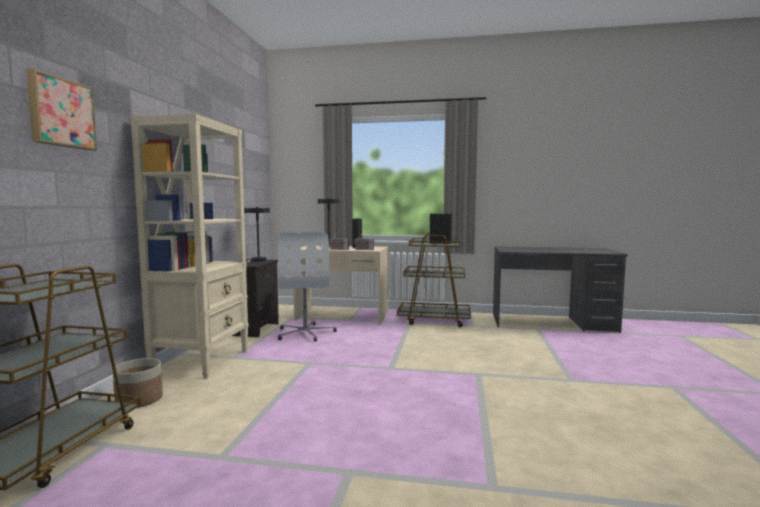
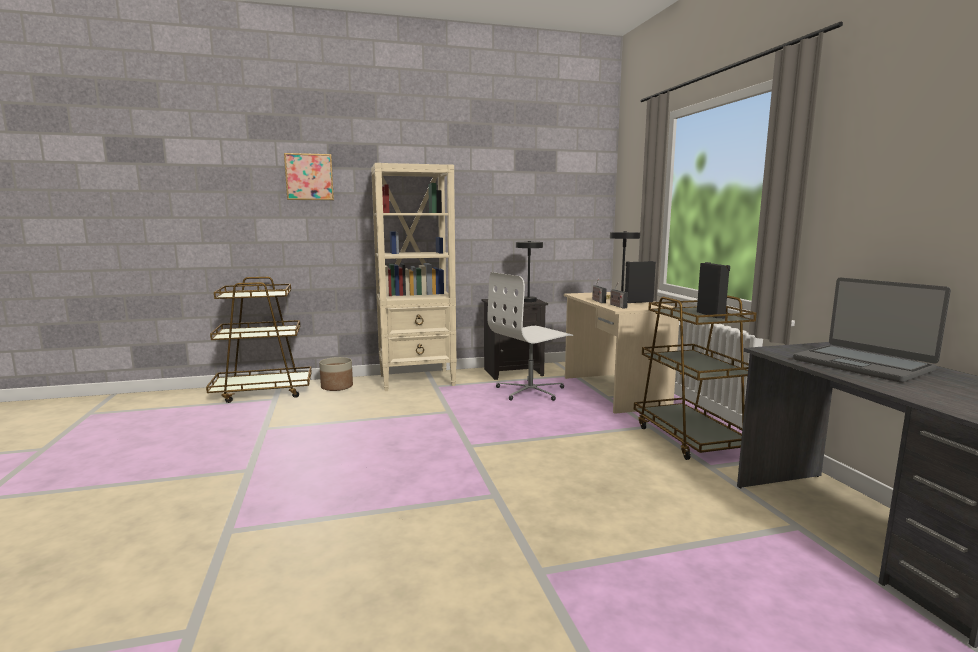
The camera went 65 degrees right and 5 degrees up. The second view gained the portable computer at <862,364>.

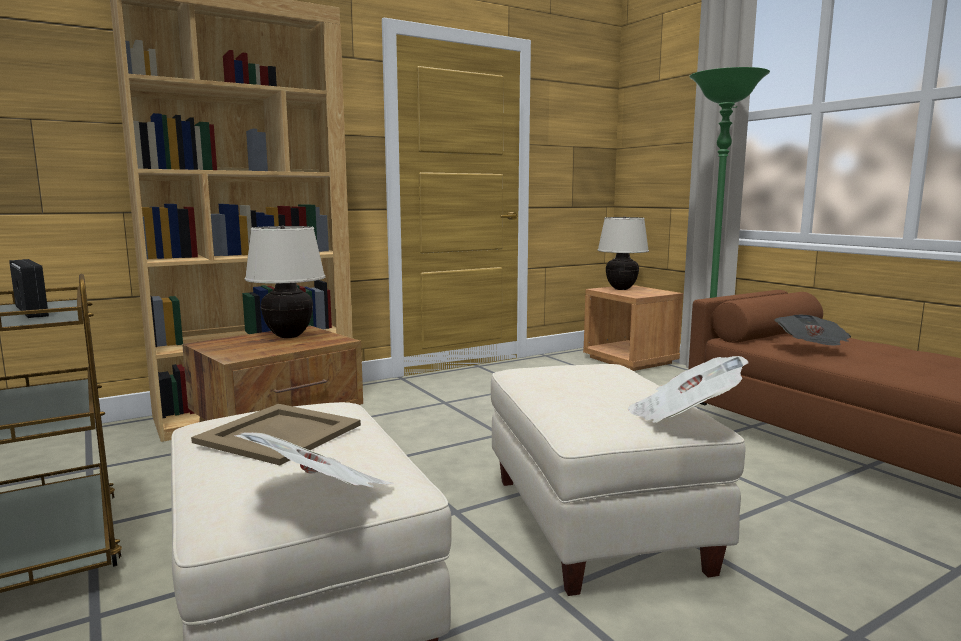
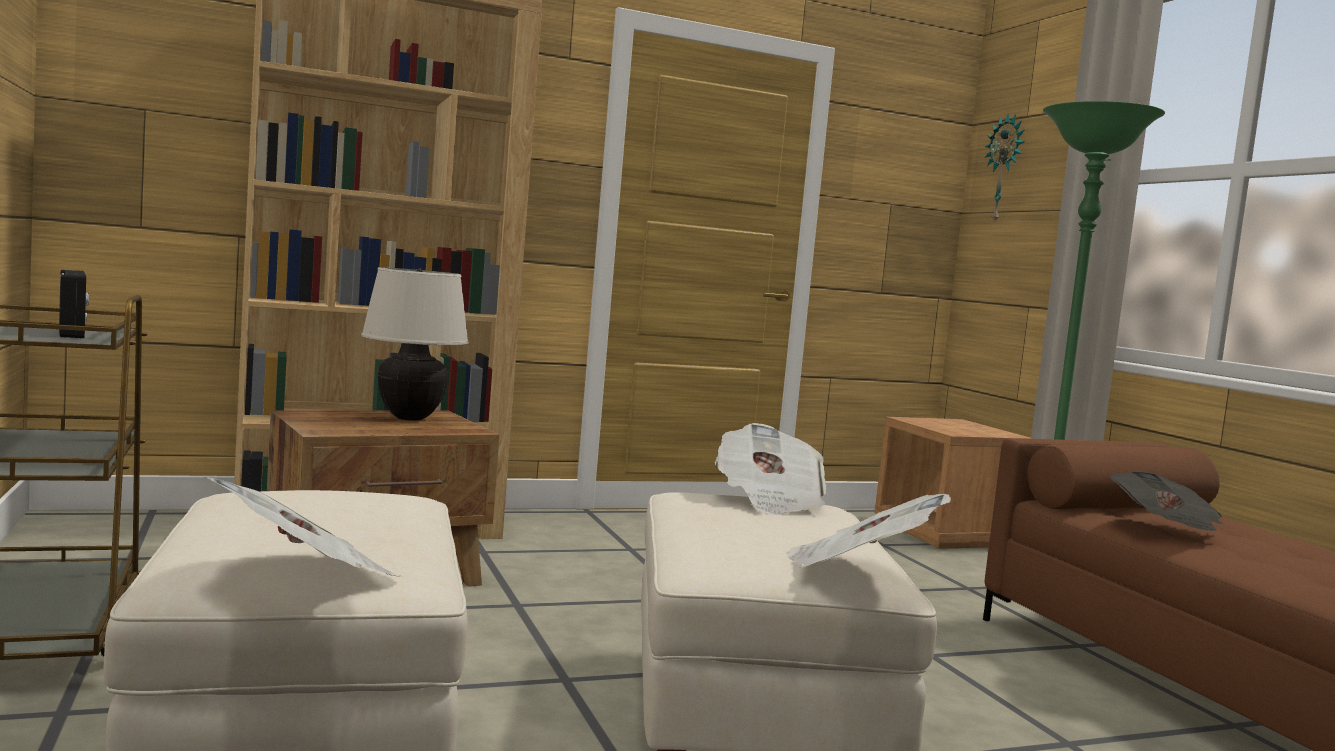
The camera went 10 degrees right and 5 degrees down. The second view gained the newspaper at <768,501>. The second view gained the wall clock at <1005,169>. The second view lost the sand-coloured tray at <277,434>. The second view lost the sand-coloured lamp for a table at <621,289>.

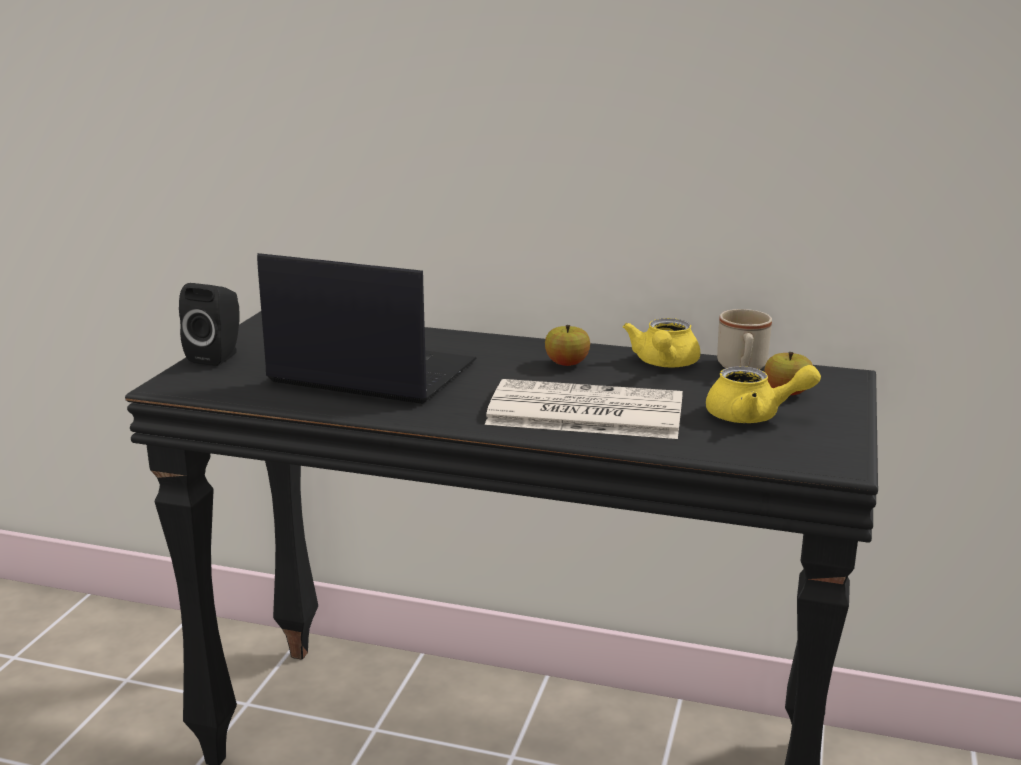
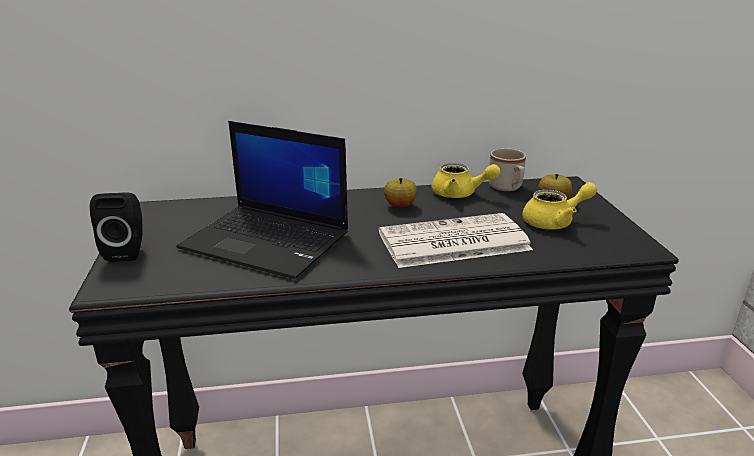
The camera went 25 degrees left and 5 degrees up. The portable computer at <369,373> ended up facing another way, 150 degrees counterclockwise from before. The yellowish tea pot at <664,364> ended up facing another way, 60 degrees counterclockwise from before.

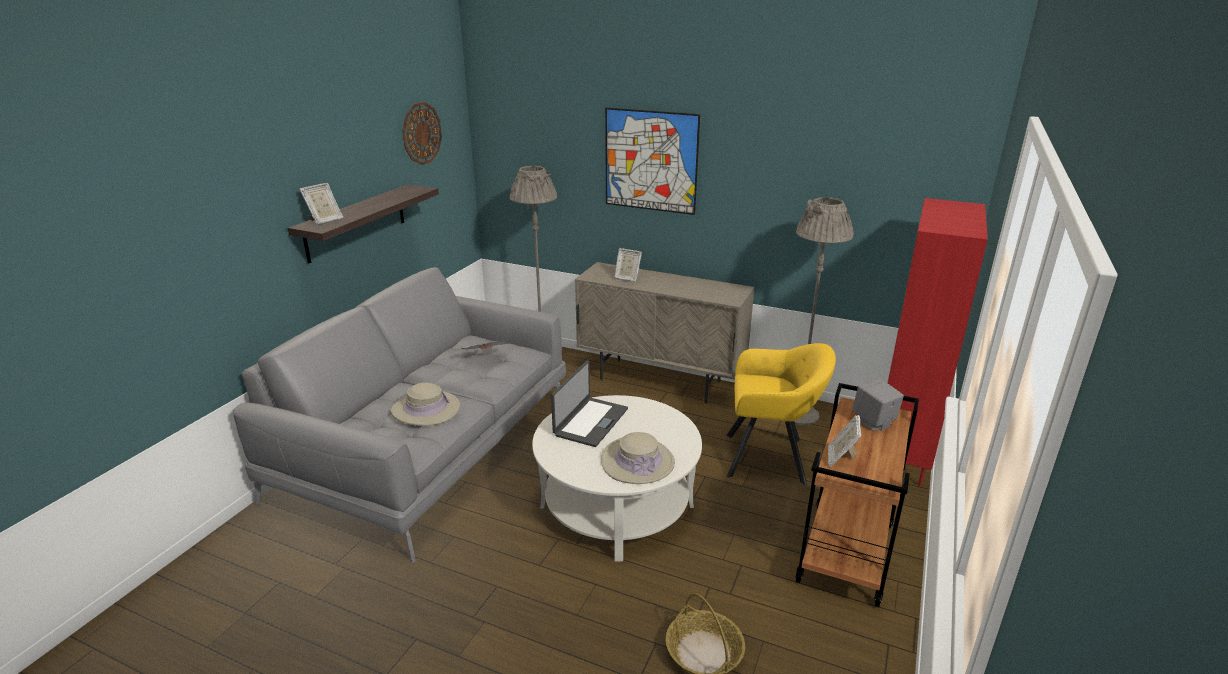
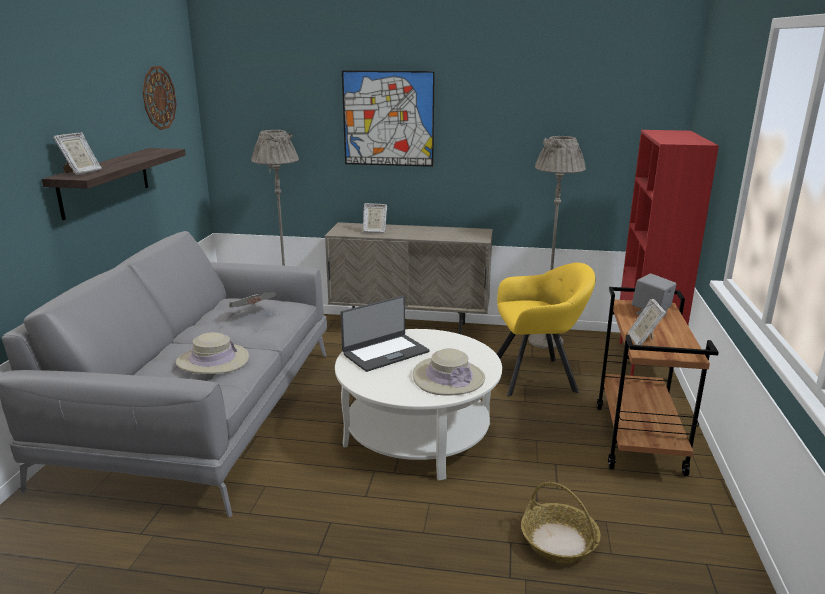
The camera went 15 degrees left and 5 degrees down. The portable computer at <590,422> ended up facing another way, 45 degrees clockwise from before.

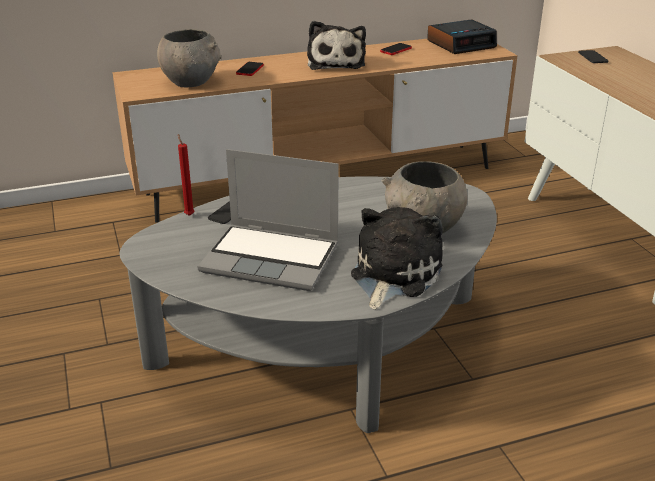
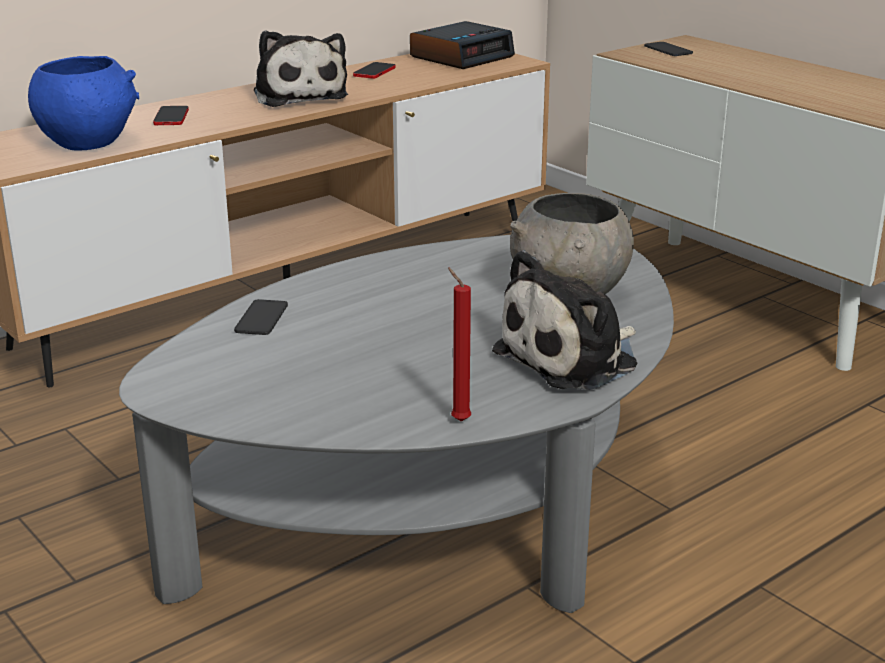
The camera went 20 degrees left and 5 degrees down. What was the greyish deep dish at <191,82> turned into the bluish deep dish at <88,143>. The reddish candle ended up elsewhere, having gone from <189,214> to <458,420>. The cuddly toy at <392,275> ended up facing another way, 135 degrees counterclockwise from before. The second view lost the portable computer at <272,258>.

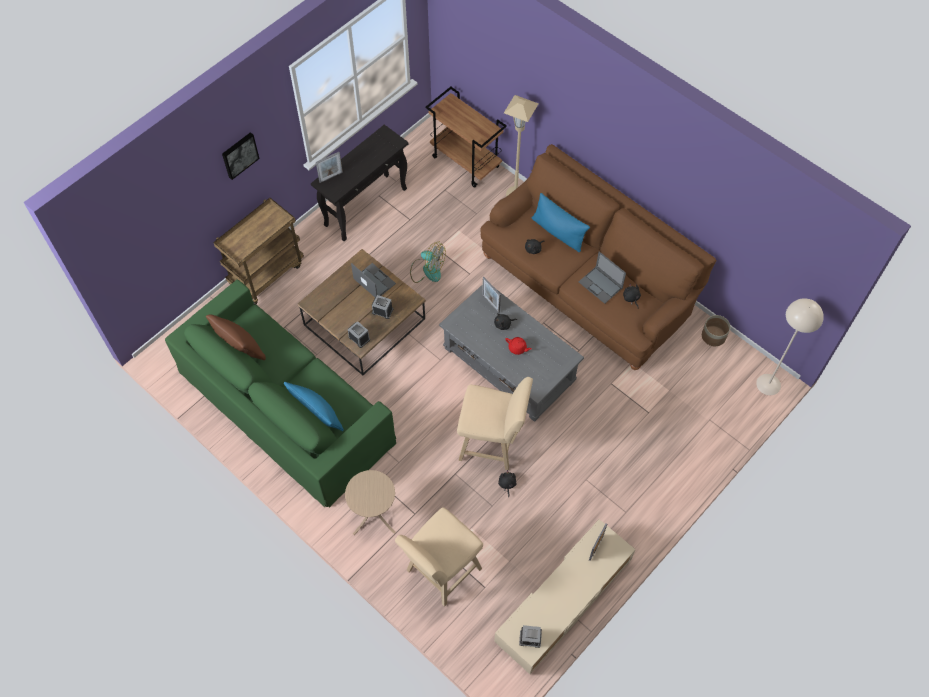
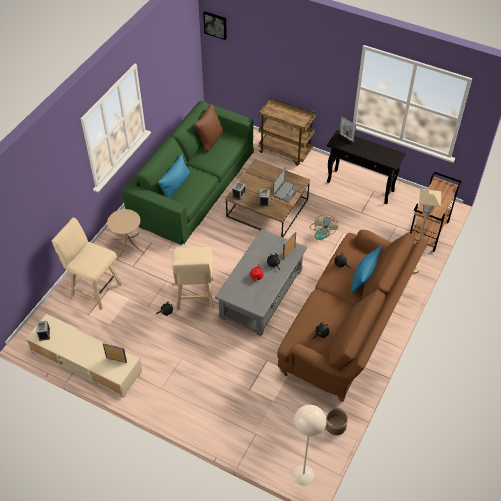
The camera went 75 degrees right and 10 degrees down. The wall picture ended up elsewhere, having gone from <239,155> to <215,25>. The second view lost the portable computer at <601,285>.

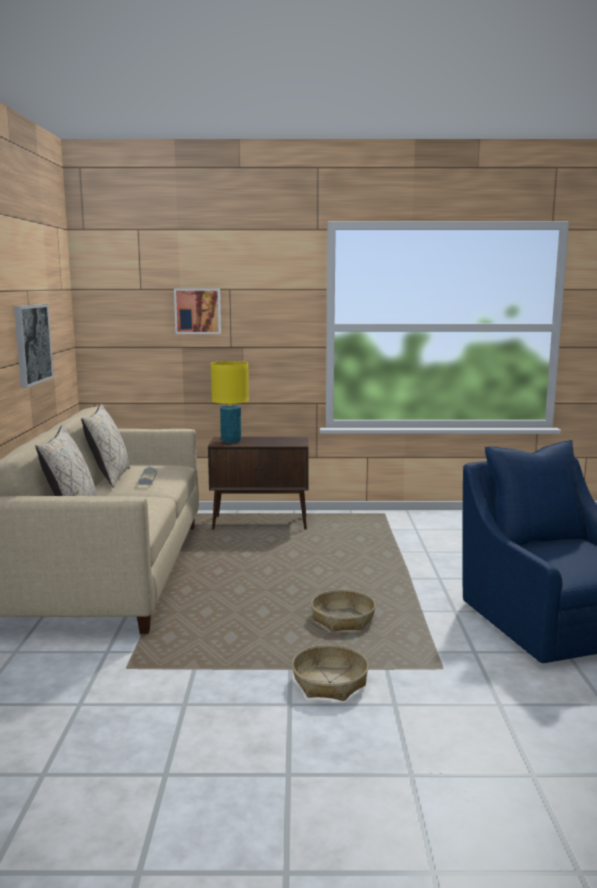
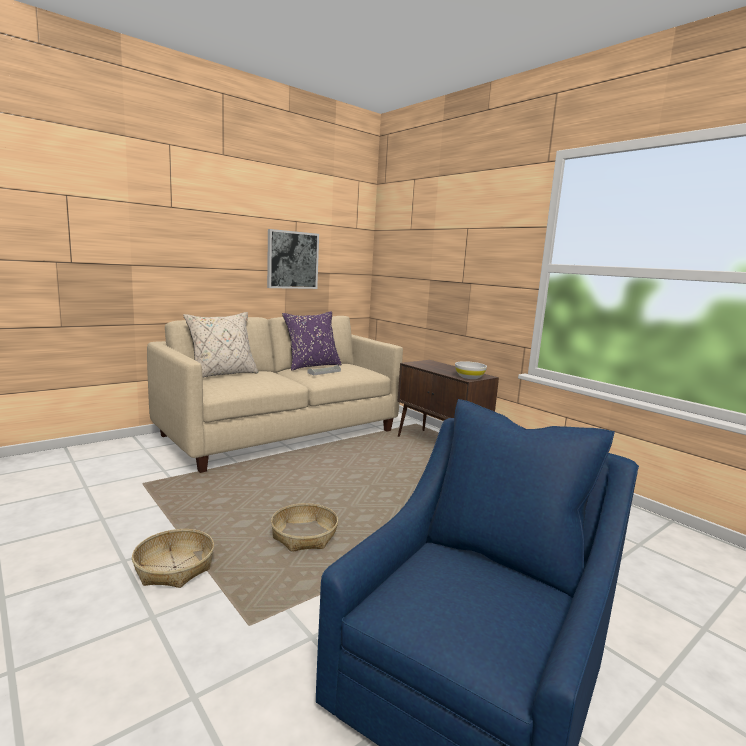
The camera went 50 degrees right and 0 degrees up. What was the sand-coloured throw pillow at <109,478> turned into the purple-coloured throw pillow at <311,366>. The second view gained the white-coloured deep dish at <469,377>. The second view lost the wall picture at <198,311>. The second view lost the yellowish lamp for a table at <230,441>.

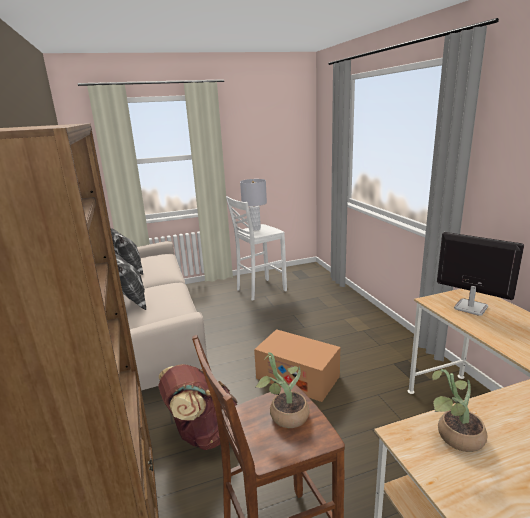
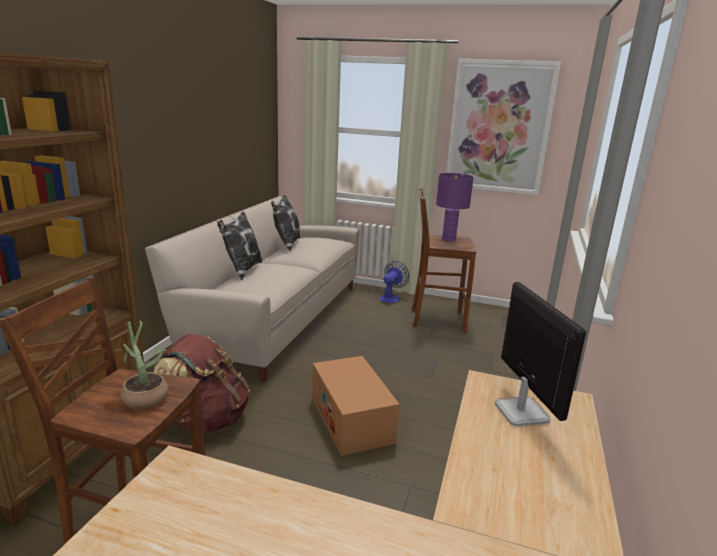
The camera went 35 degrees right and 0 degrees up. The second view gained the fan at <391,297>. What was the white-coloured sitting stool at <259,290> turned into the brown-coloured sitting stool at <436,319>. What was the greyish lamp for a table at <255,229> turned into the purple-coloured lamp for a table at <448,239>. The second view gained the wall picture at <499,127>. The second view lost the potted plant at <454,437>.

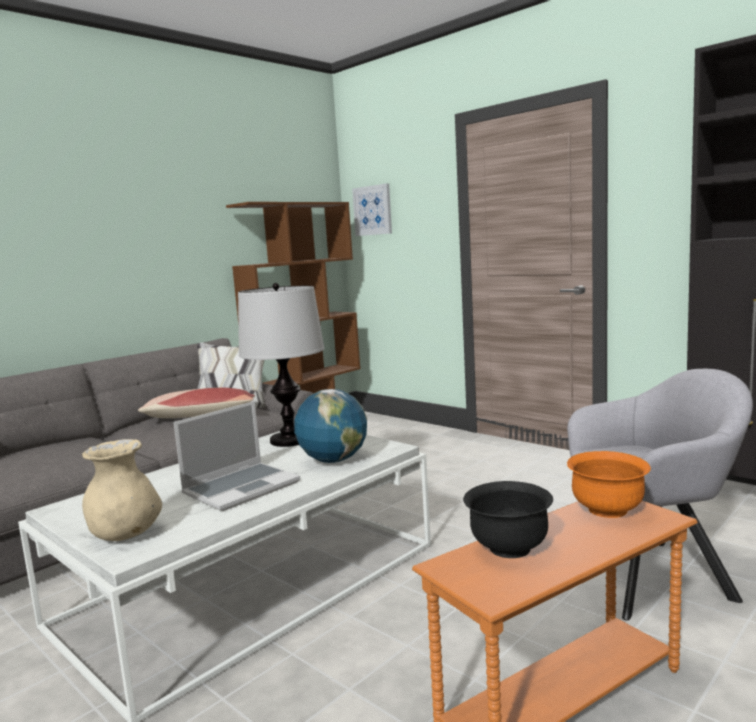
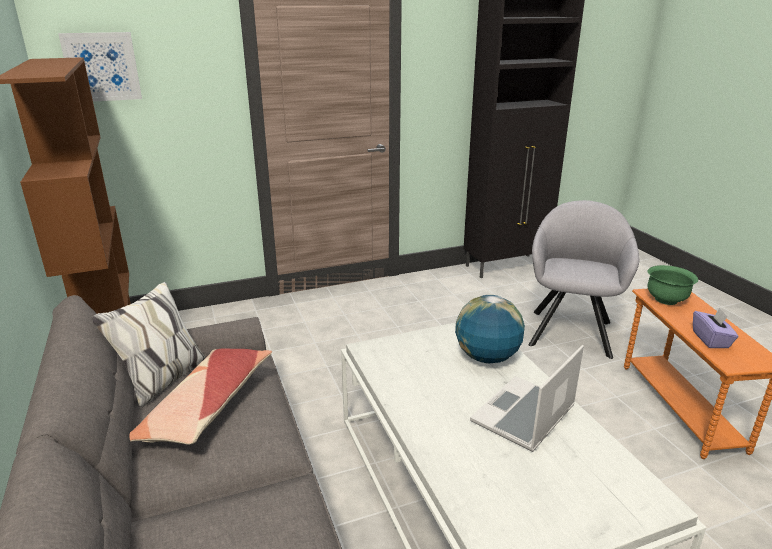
The camera went 65 degrees left and 15 degrees up. The portable computer at <242,487> ended up facing another way, 120 degrees counterclockwise from before. What was the orange-coloured deep dish at <607,510> turned into the green deep dish at <666,300>. Where the black-coloured deep dish stood at <509,548>, the purple-coloured tissue box came to stand at <711,340>. The second view lost the sand-coloured flower vase at <125,535>. The second view lost the lamp for a table at <290,440>.

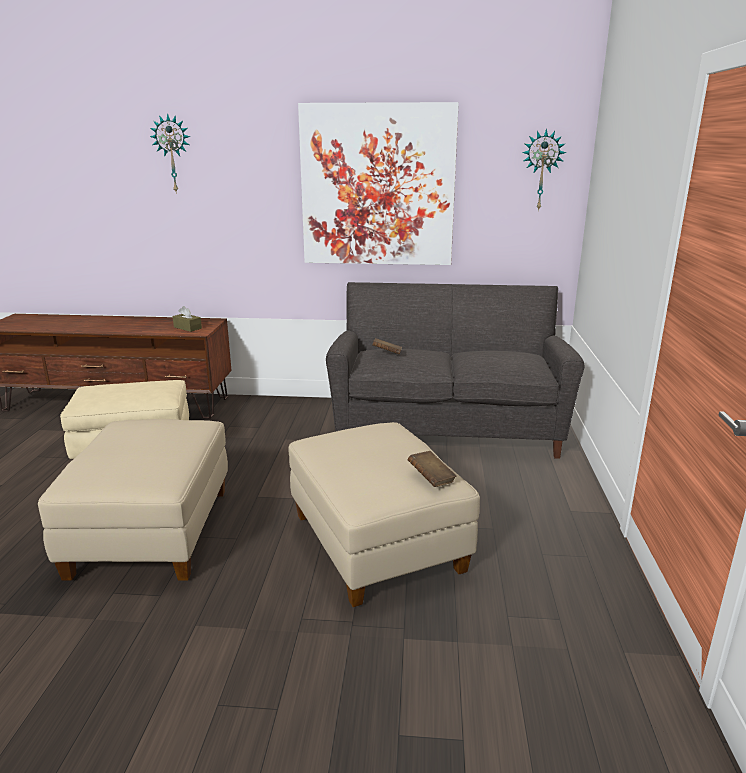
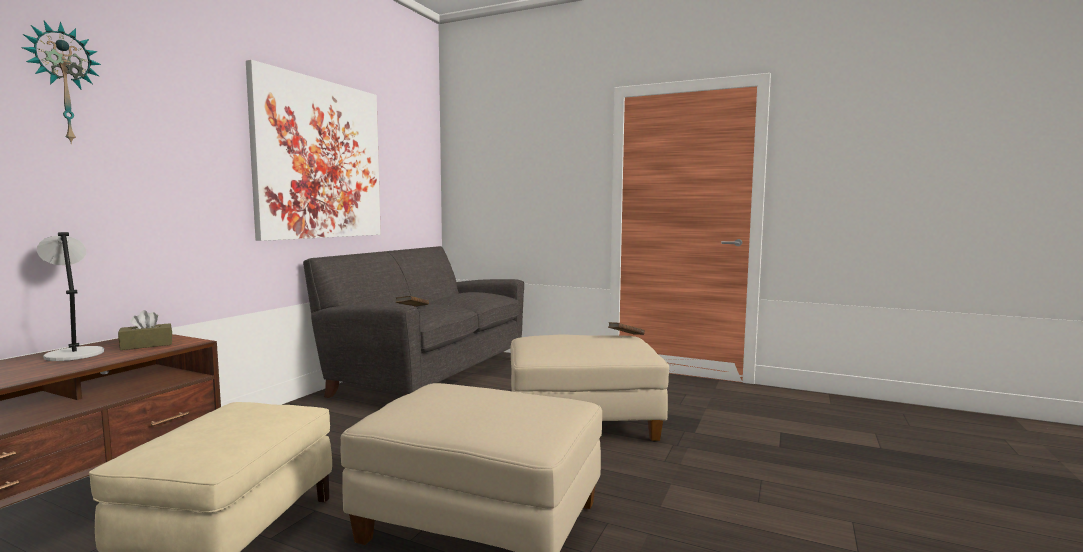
The camera went 70 degrees left and 15 degrees down. The second view gained the greyish lamp for a table at <74,354>. The second view lost the wall clock at <541,170>.

